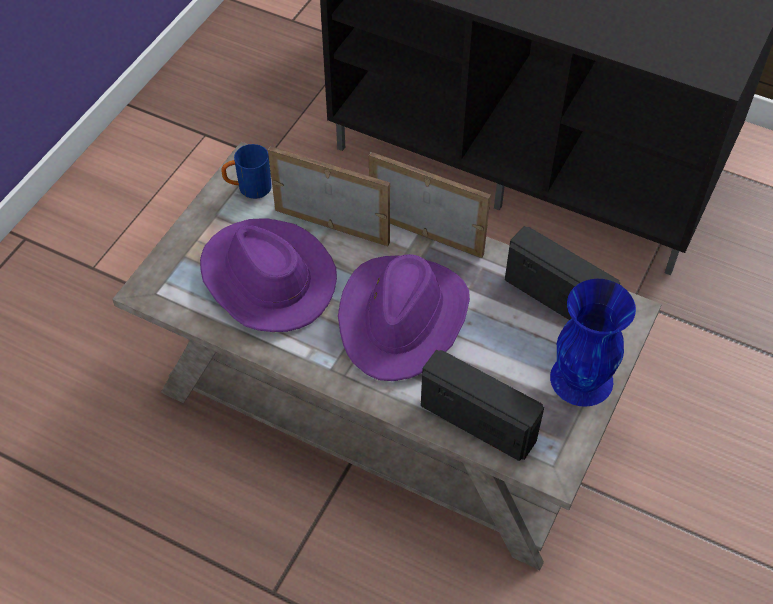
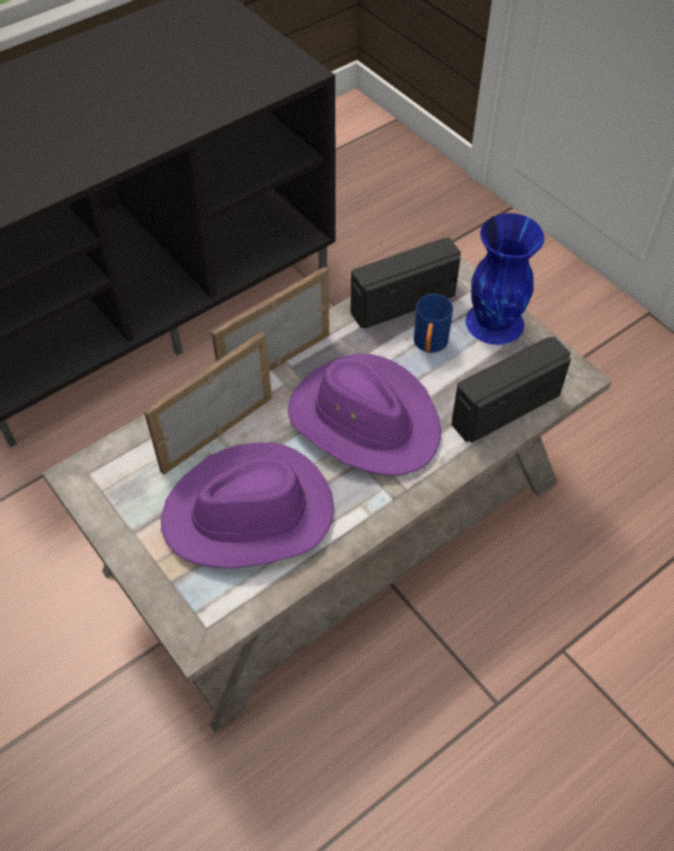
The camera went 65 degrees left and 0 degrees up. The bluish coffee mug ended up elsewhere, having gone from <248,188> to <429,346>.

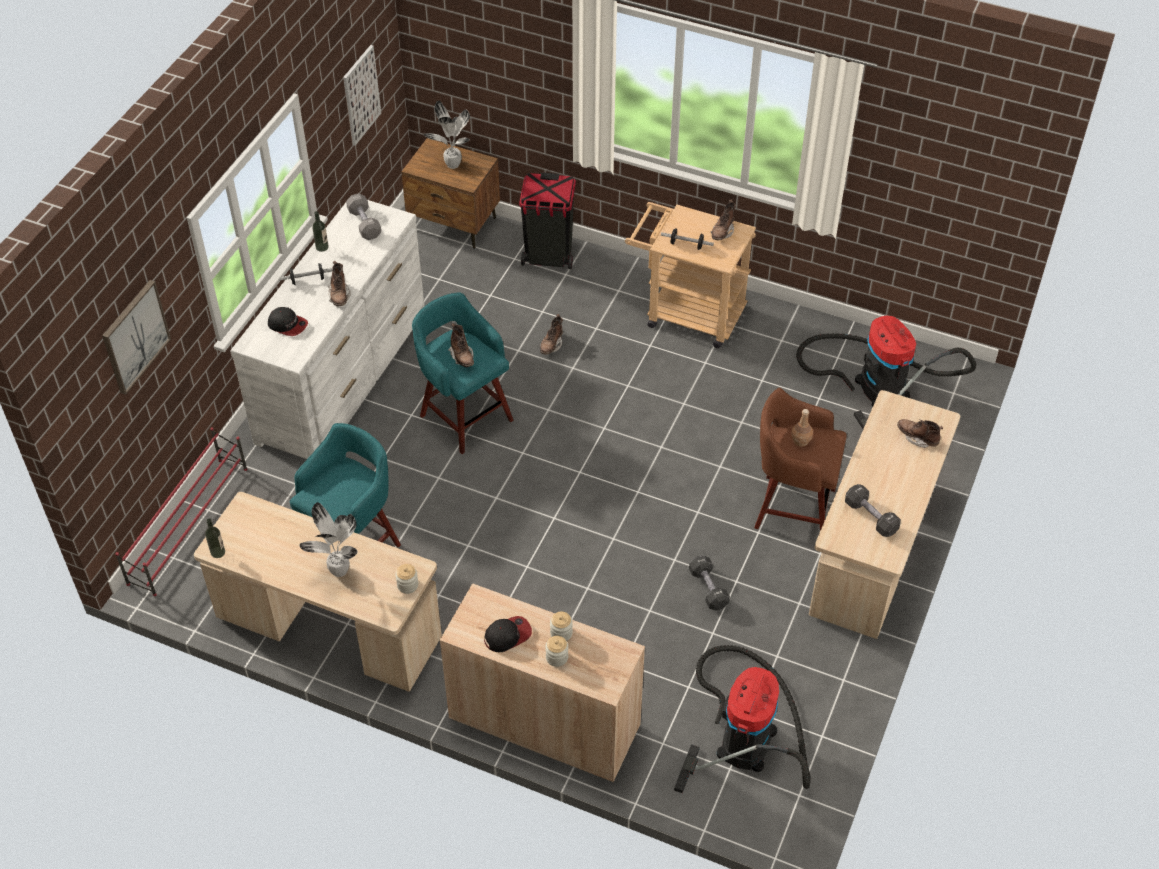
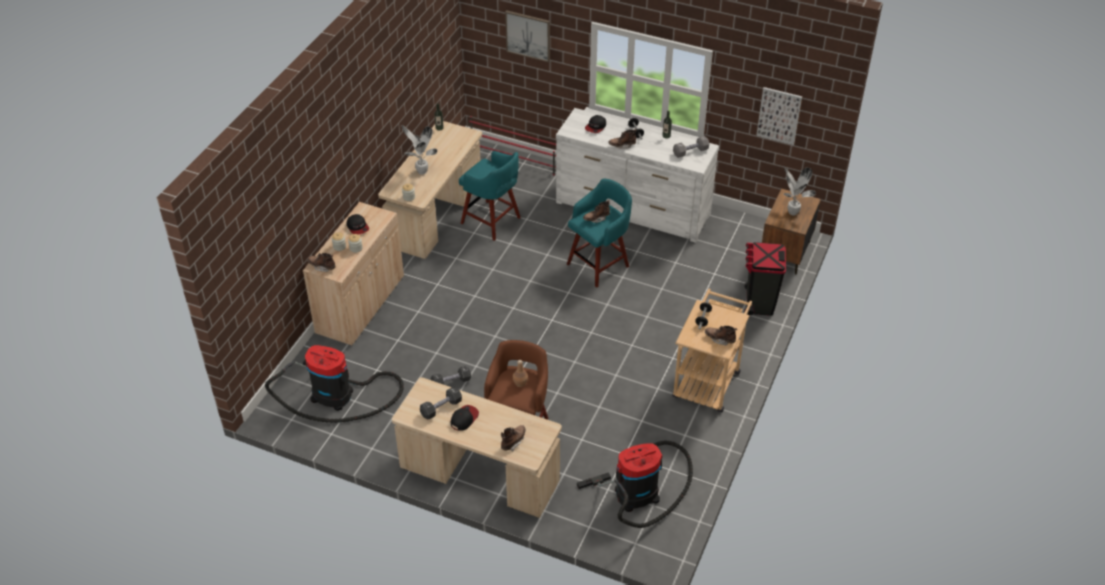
The camera went 90 degrees right and 5 degrees down. The brown-coloured high-top boot ended up elsewhere, having gone from <551,345> to <322,266>. The second view gained the cap at <464,418>.

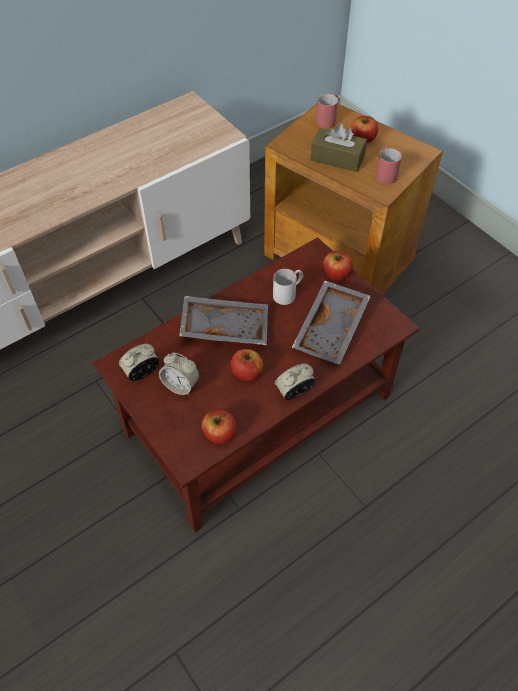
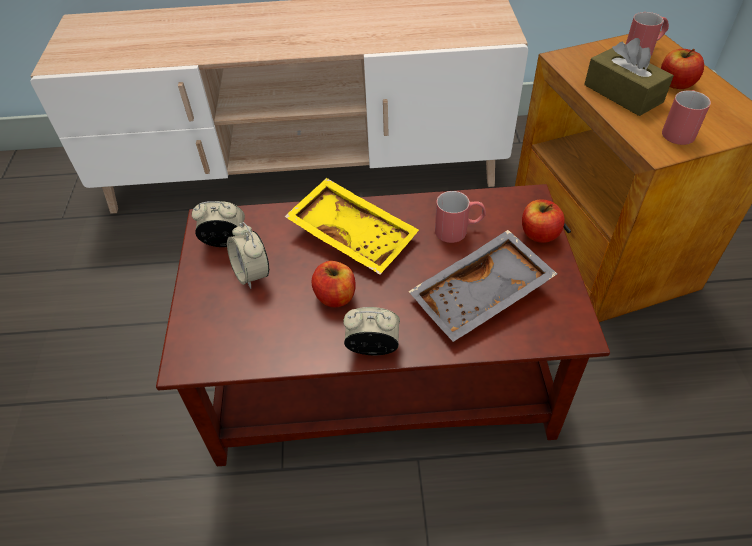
The camera went 35 degrees right and 5 degrees down. What was the greyish tray at <225,326> turned into the yellowish tray at <354,234>. What was the white-coloured coffee mug at <288,293> turned into the reddish coffee mug at <459,230>. The second view lost the apple fruit at <219,434>.

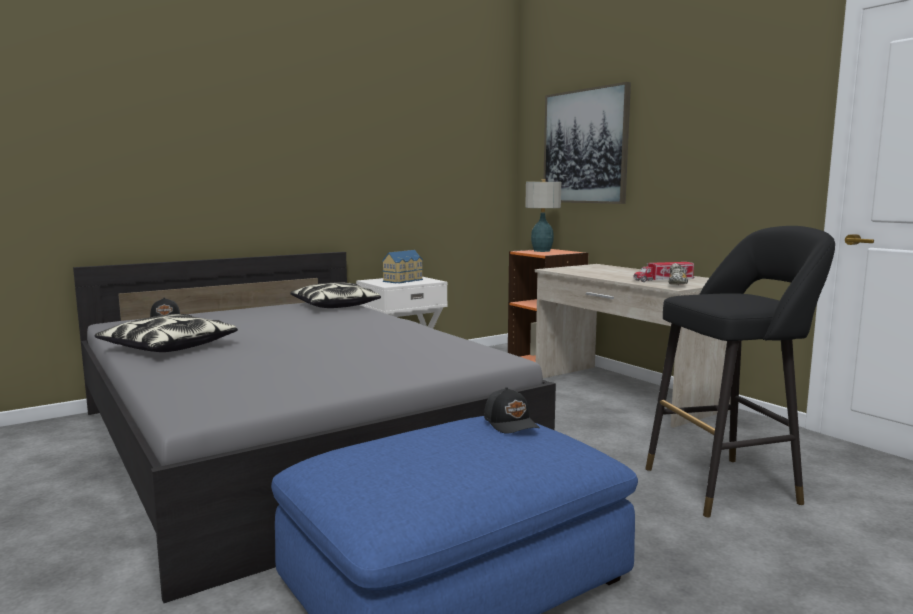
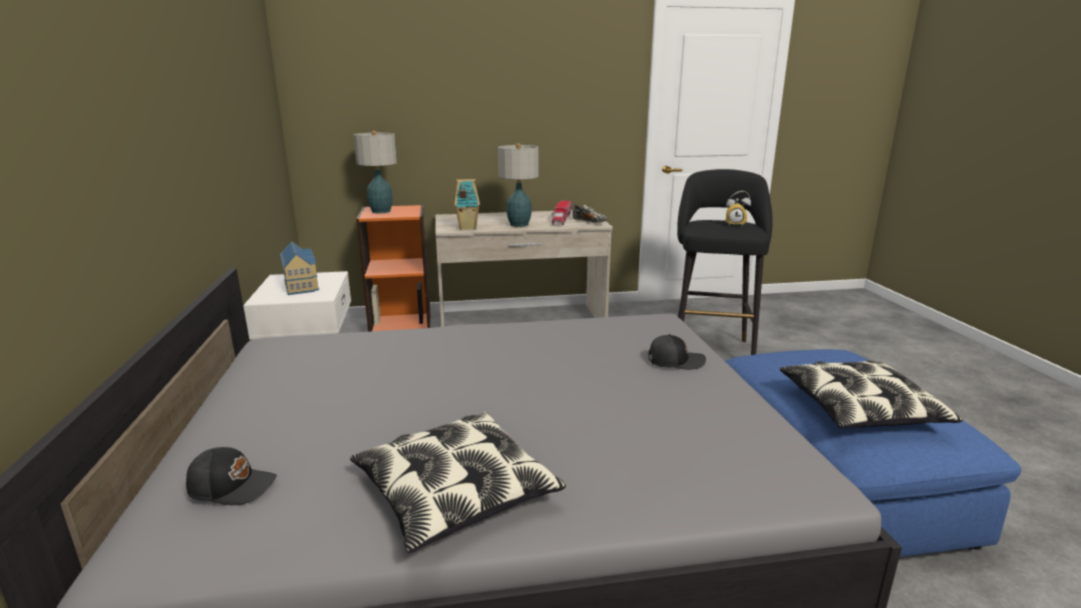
The camera went 65 degrees left and 10 degrees up. The second view gained the miniature house at <467,227>. The second view gained the lamp for a table at <519,225>. The black-coloured cap ended up elsewhere, having gone from <511,423> to <675,361>. The second view gained the table clock at <735,224>. The throw pillow ended up elsewhere, having gone from <334,306> to <860,409>. The second view lost the wall picture at <585,146>.

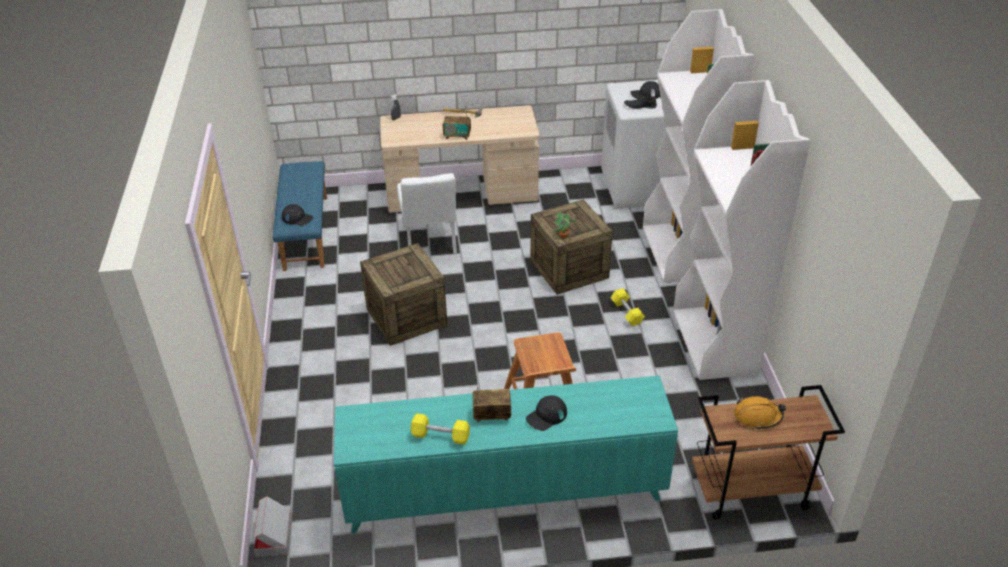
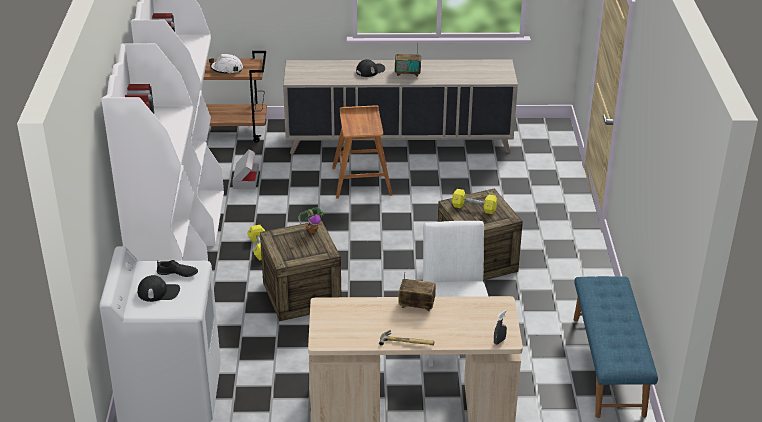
The camera went 175 degrees left and 5 degrees down. What was the orange-coloured safety helmet at <757,416> turned into the white-coloured safety helmet at <227,69>. The carton ended up elsewhere, having gone from <274,536> to <245,179>. What was the turquoise-coloured storage cabinet at <505,493> turned into the sand-coloured storage cabinet at <398,141>. The yellowish hand weight ended up elsewhere, having gone from <440,436> to <474,208>. The second view lost the black-coloured cap at <297,218>.

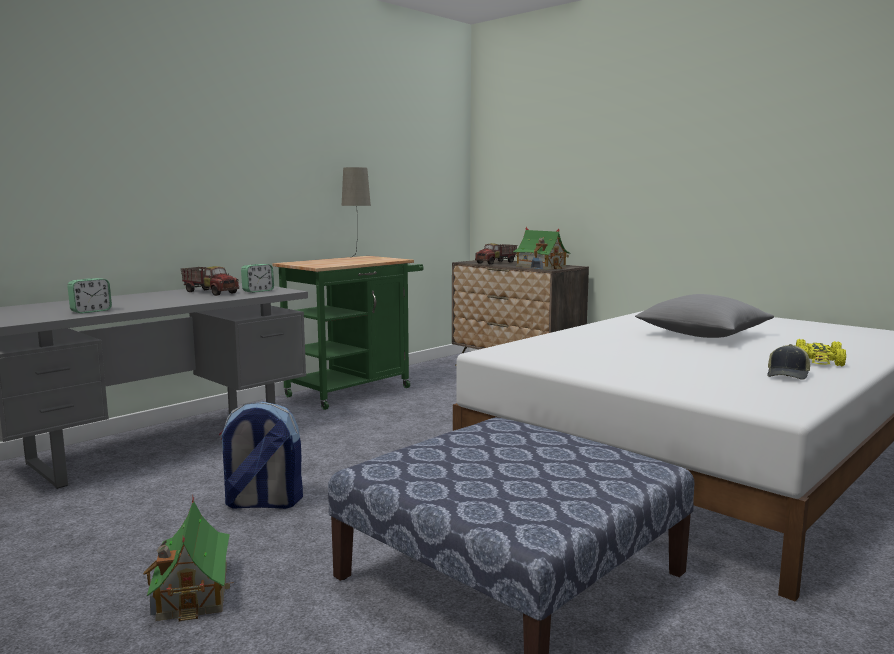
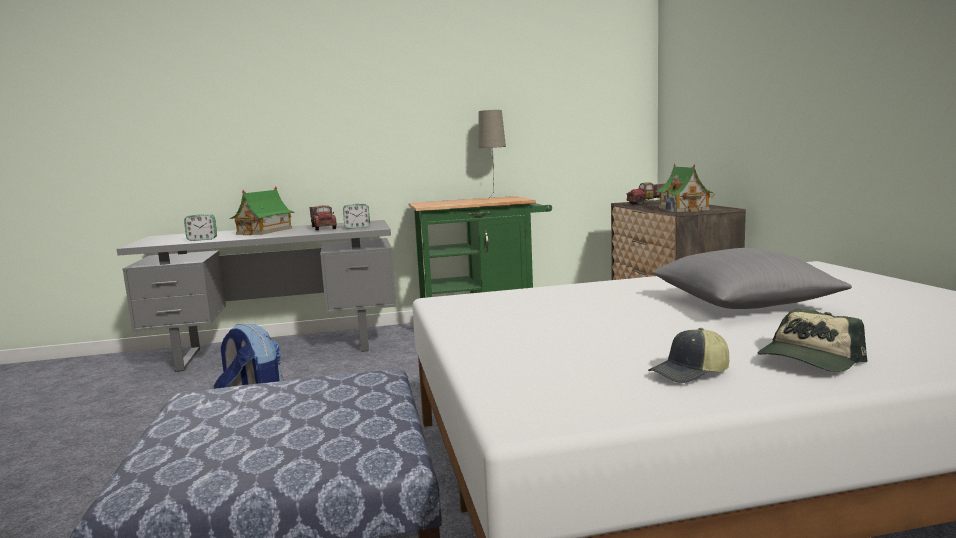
The camera went 35 degrees right and 0 degrees up. The miniature house ended up elsewhere, having gone from <193,591> to <264,231>. Where the yellowish miniature car stood at <819,361>, the cap came to stand at <809,360>.

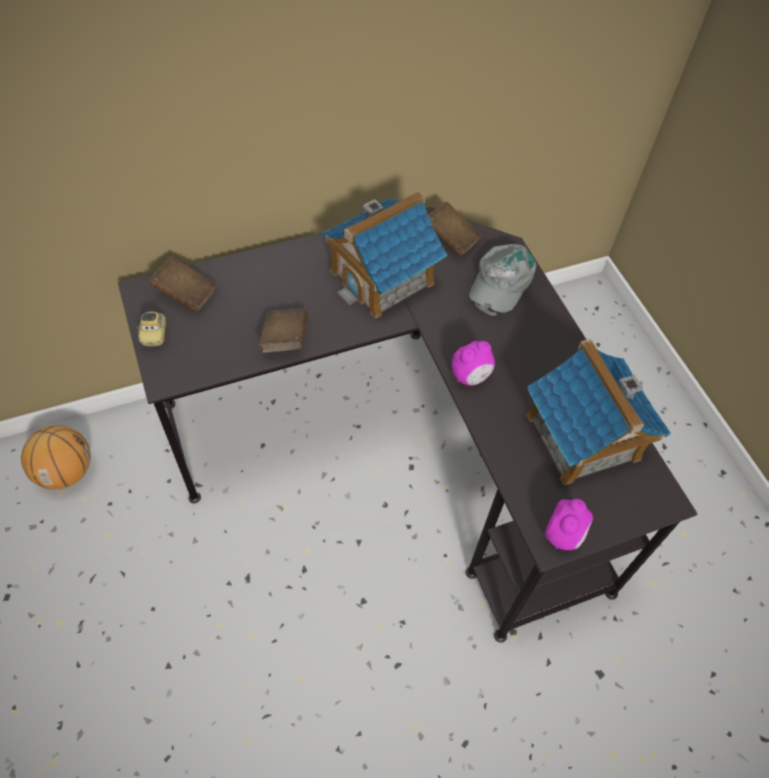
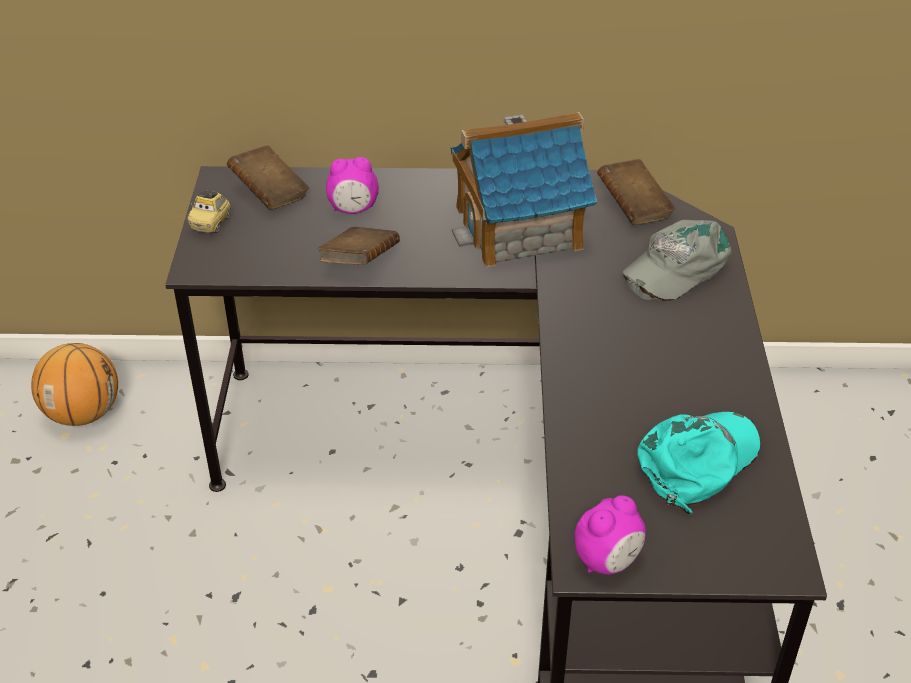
The camera went 25 degrees right and 15 degrees down. The table clock ended up elsewhere, having gone from <470,376> to <353,210>. Where the miniature house stood at <582,438>, the turquoise-coloured cap came to stand at <698,461>.

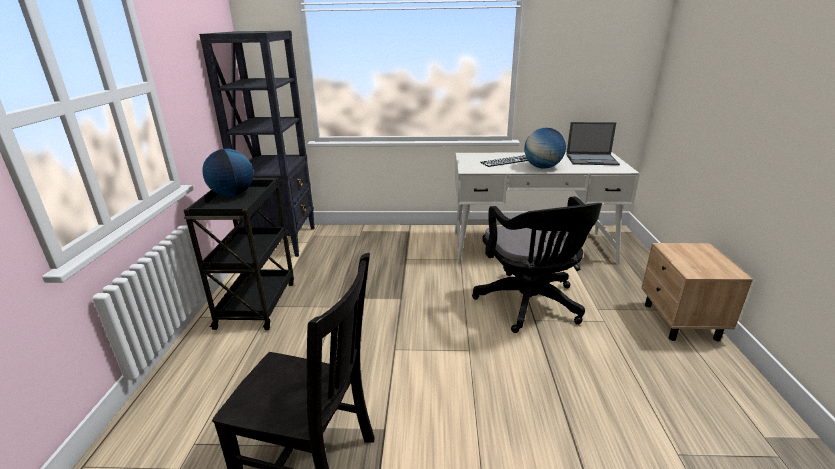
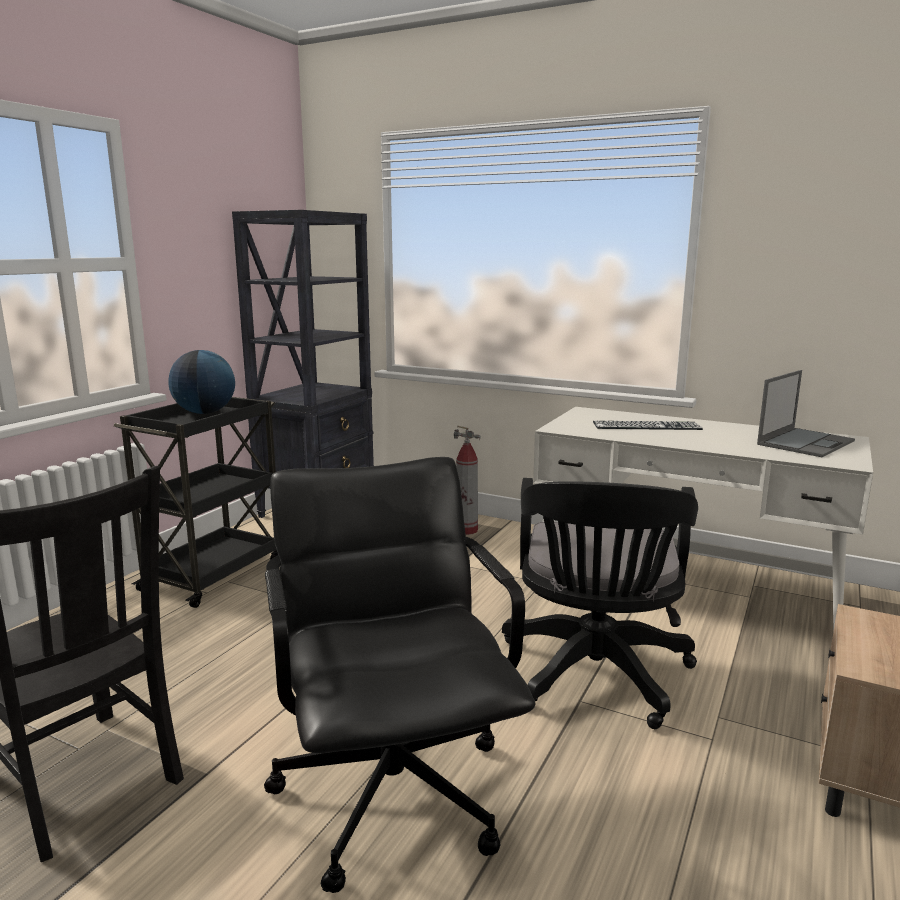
The camera went 25 degrees right and 10 degrees down. The second view gained the black-coloured desk chair at <394,791>. The second view gained the fire-fighting cylinder at <466,530>. The portable computer at <592,160> ended up facing another way, 75 degrees counterclockwise from before. The second view lost the world globe at <542,167>.

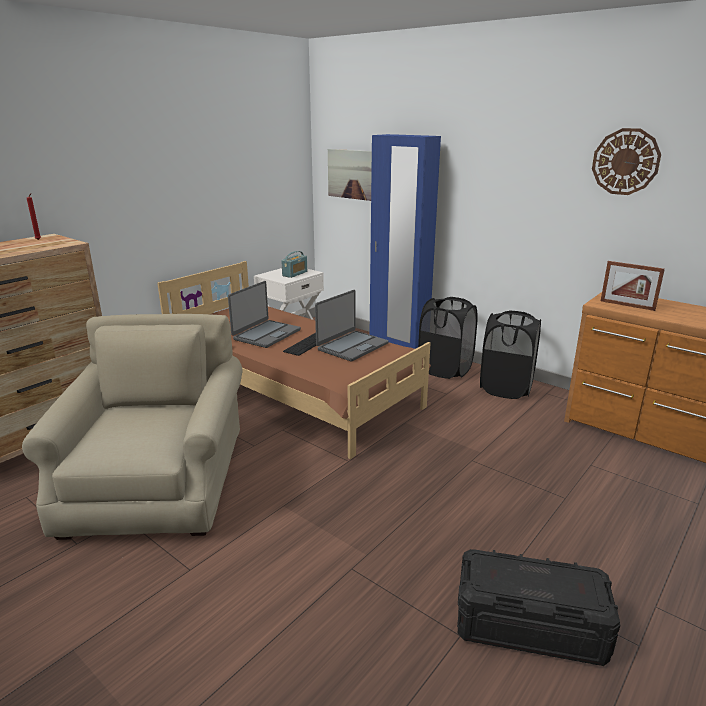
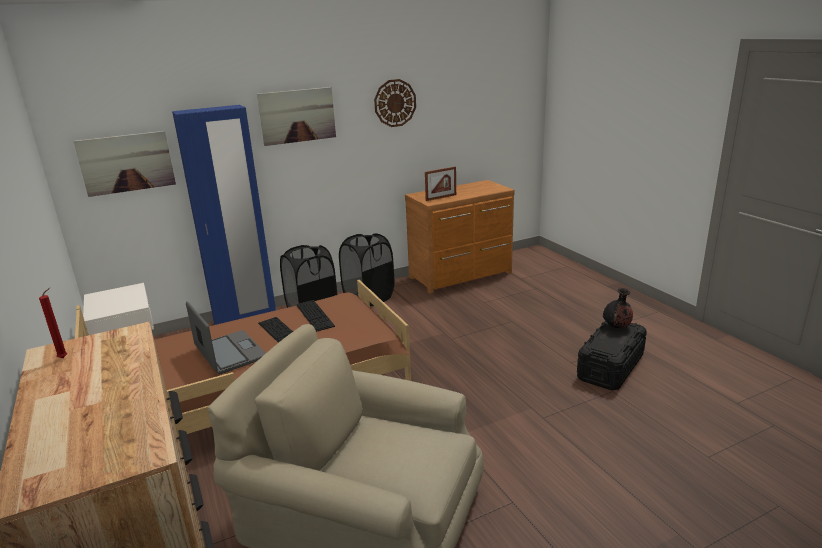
The camera went 65 degrees left and 0 degrees up. The second view gained the wall picture at <297,116>. Where the portable computer stood at <352,346>, the computer keyboard came to stand at <314,315>. The second view gained the black-coloured flower vase at <616,327>. The second view lost the radio receiver at <295,274>.

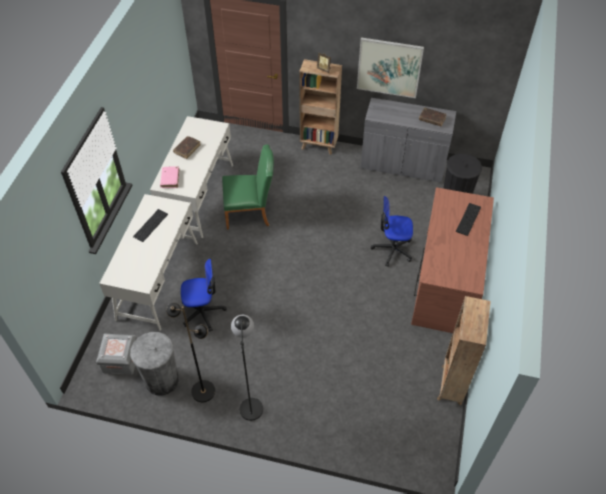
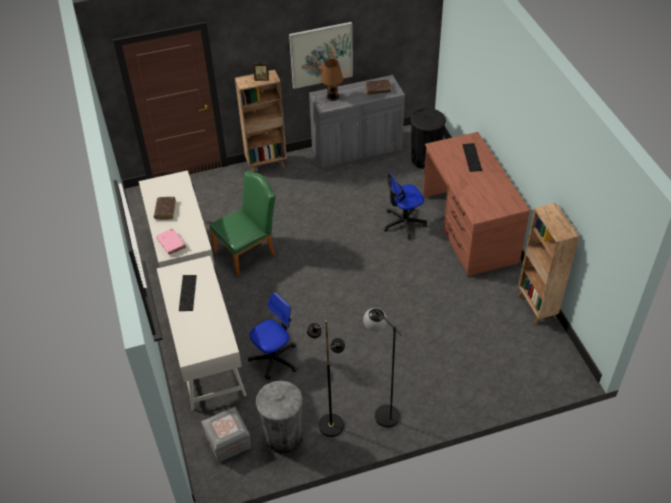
The camera went 30 degrees left and 5 degrees down. The second view gained the brown-coloured lamp for a table at <331,97>.

